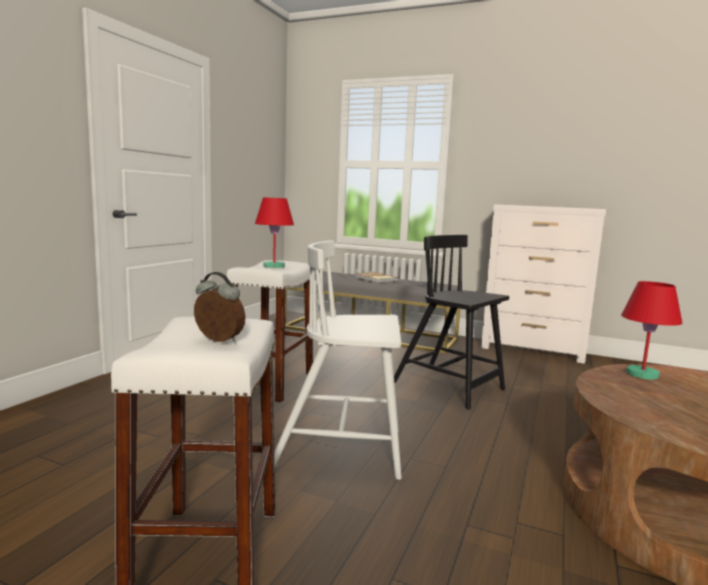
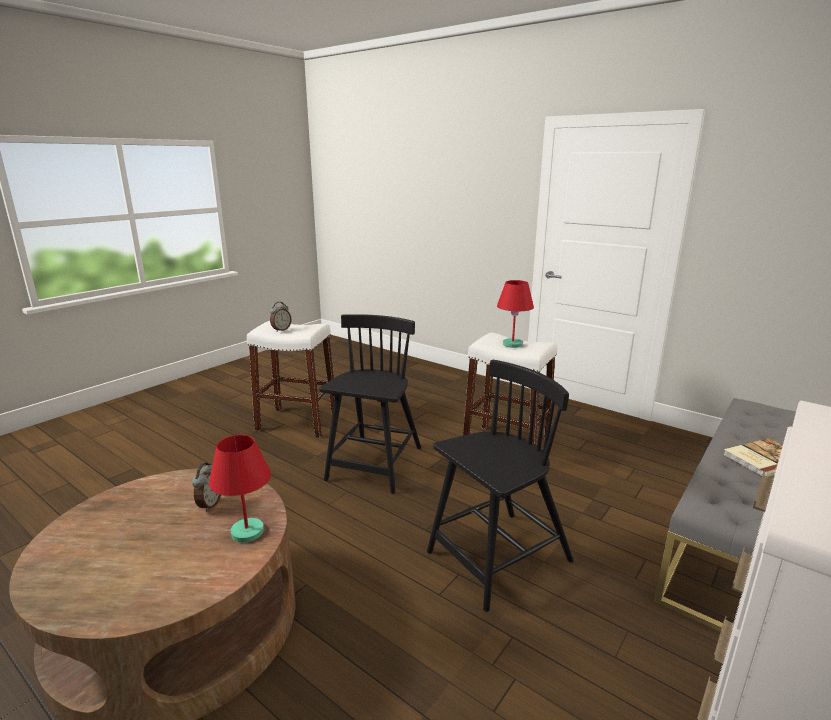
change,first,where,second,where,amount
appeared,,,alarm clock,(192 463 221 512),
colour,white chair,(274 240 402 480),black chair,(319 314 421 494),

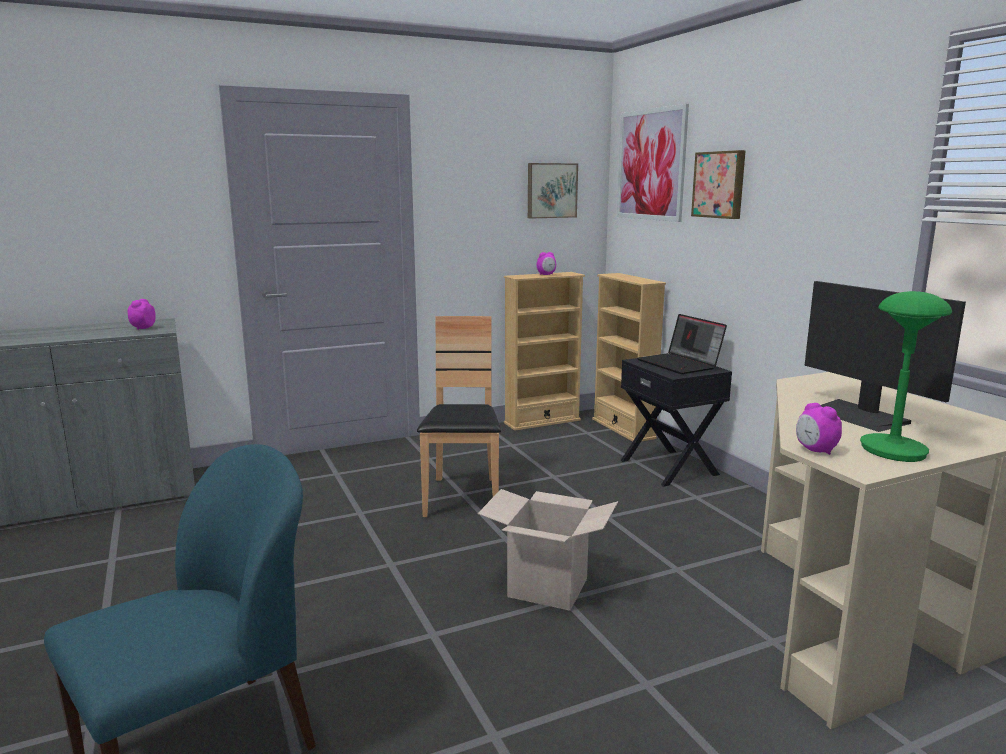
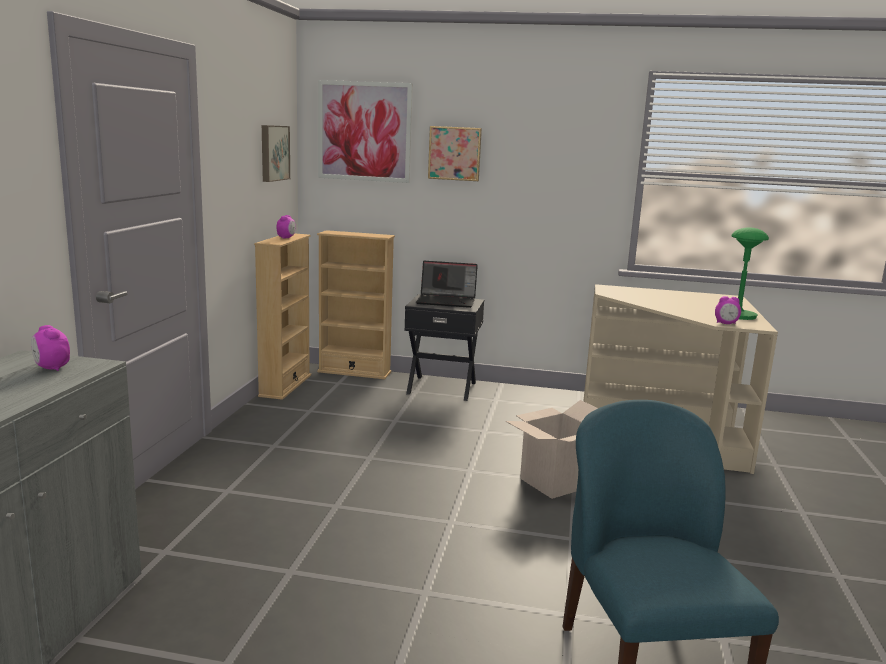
change,first,where,second,where,amount
missing,brown chair,(417 316 501 517),,,
missing,monitor,(804 281 966 432),,,

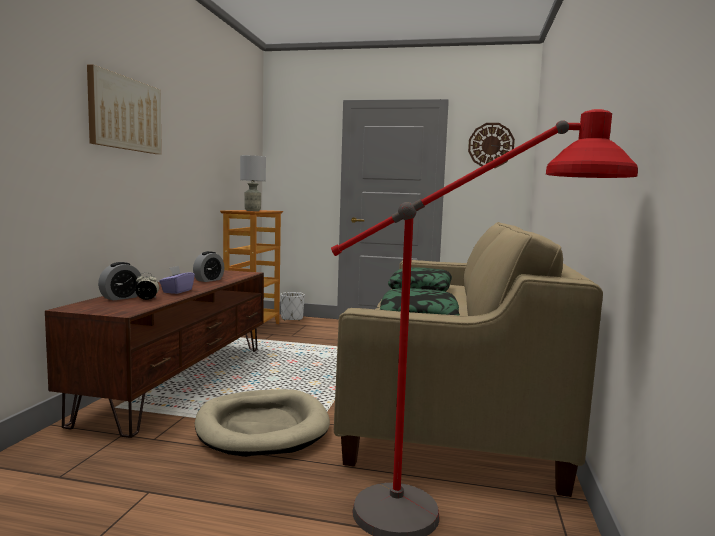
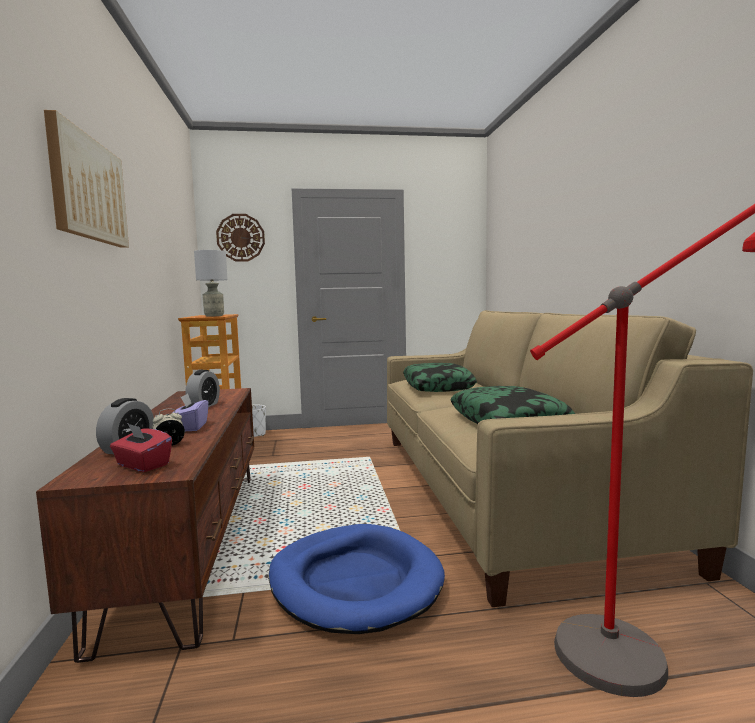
change,first,where,second,where,amount
appeared,,,red tissue box,(110 423 172 472),
relocated,wall clock,(468 123 515 168),,(216 214 265 262),
colour,beige dog bed,(195 389 330 457),blue dog bed,(268 524 445 634),

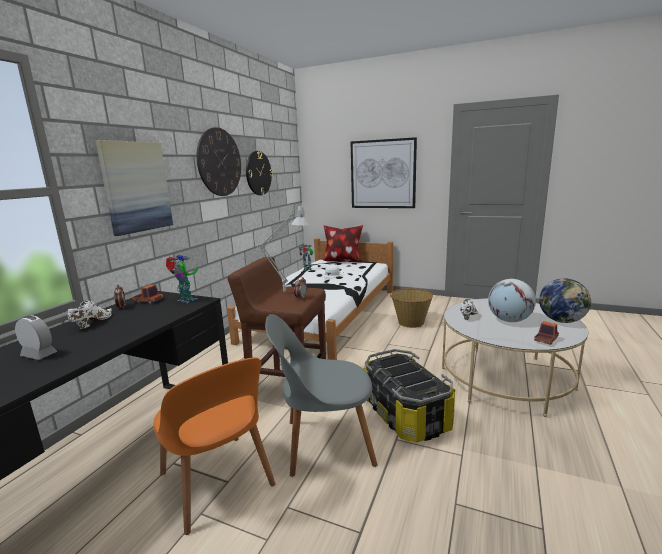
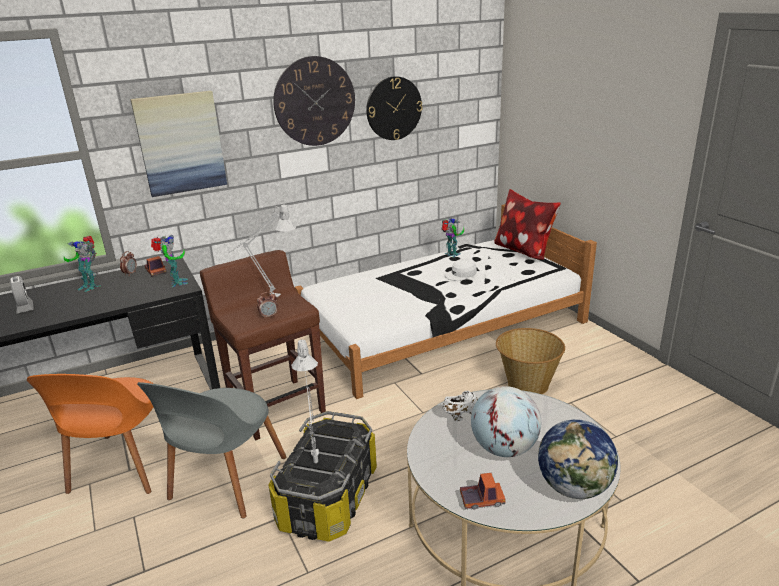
change,first,where,second,where,amount
exchanged,white shoe,(68 300 112 329),toy robot,(64 236 98 292),
spun,grey chair,(265 314 377 477),,(137 382 286 519),105 degrees counterclockwise
appeared,,,grey table lamp,(291 339 319 463),
missing,picture,(351 137 417 208),,,

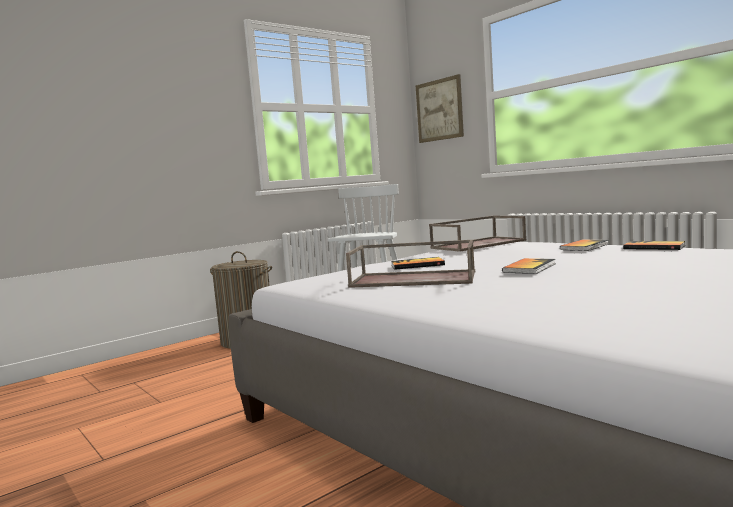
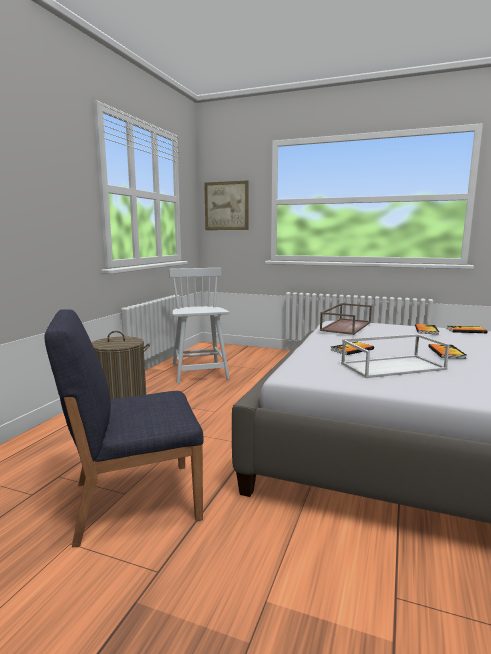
change,first,where,second,where,amount
appeared,,,blue chair,(44 309 204 548),
colour,brown tray,(346 240 475 288),white tray,(341 334 450 378),

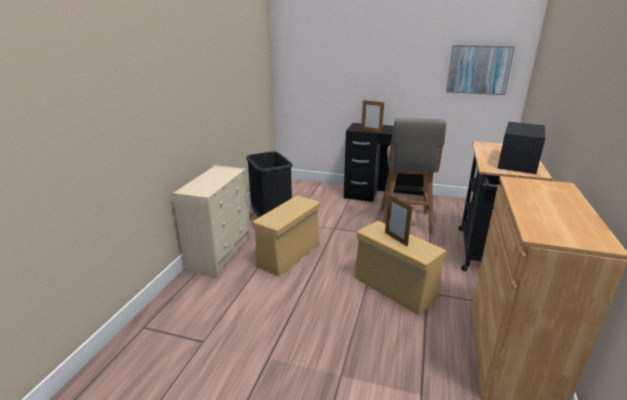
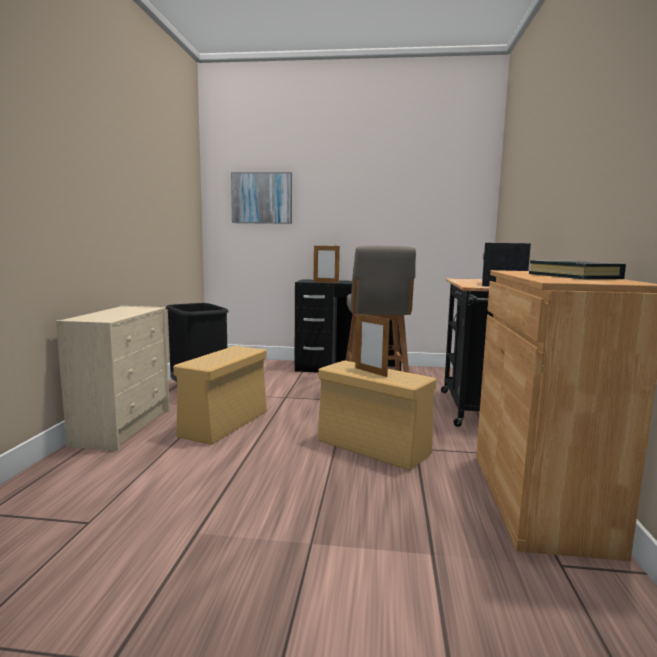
change,first,where,second,where,amount
relocated,picture,(446 45 515 95),,(231 172 292 224),
appeared,,,black book,(529 261 626 279),

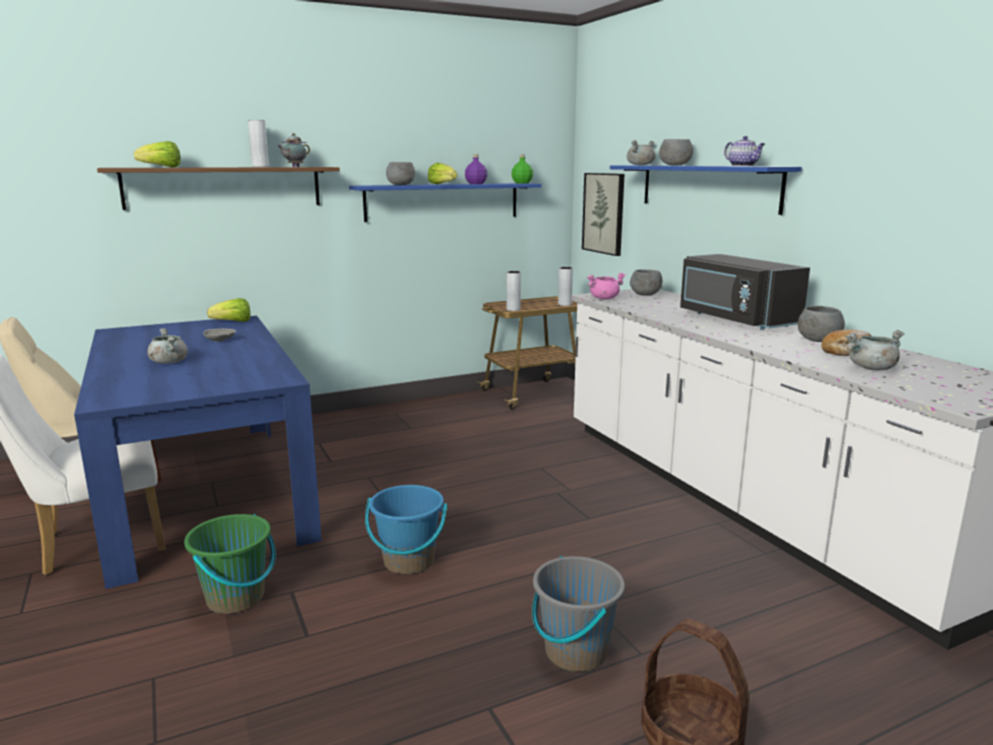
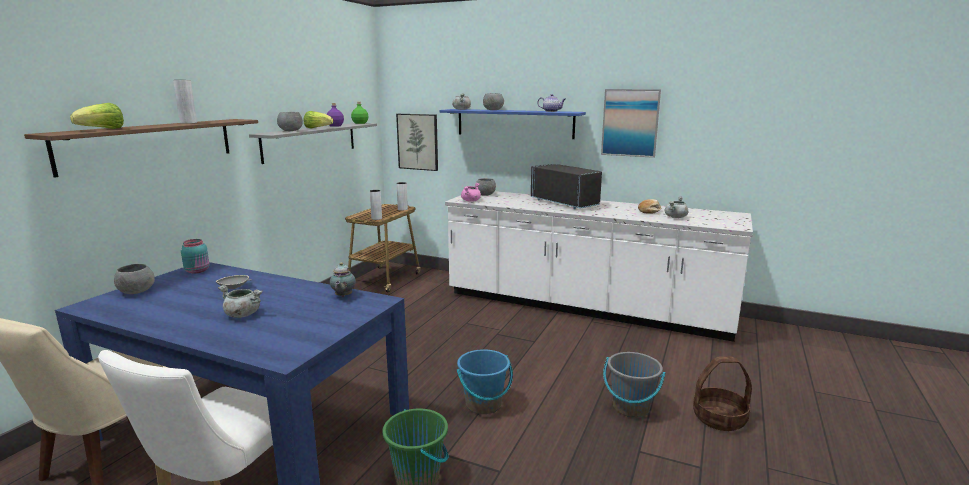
change,first,where,second,where,amount
relocated,grey bowl,(798 306 845 342),,(114 264 155 294),
exchanged,lettuce,(207 298 250 322),turquoise jar,(181 239 209 274),
colour,blue shelf,(349 183 542 222),grey shelf,(249 123 377 164),
relocated,teapot,(277 133 310 167),,(330 262 356 297),
spun,black microwave,(680 254 810 330),,(531 164 602 209),150 degrees counterclockwise
appeared,,,picture,(601 89 661 158),

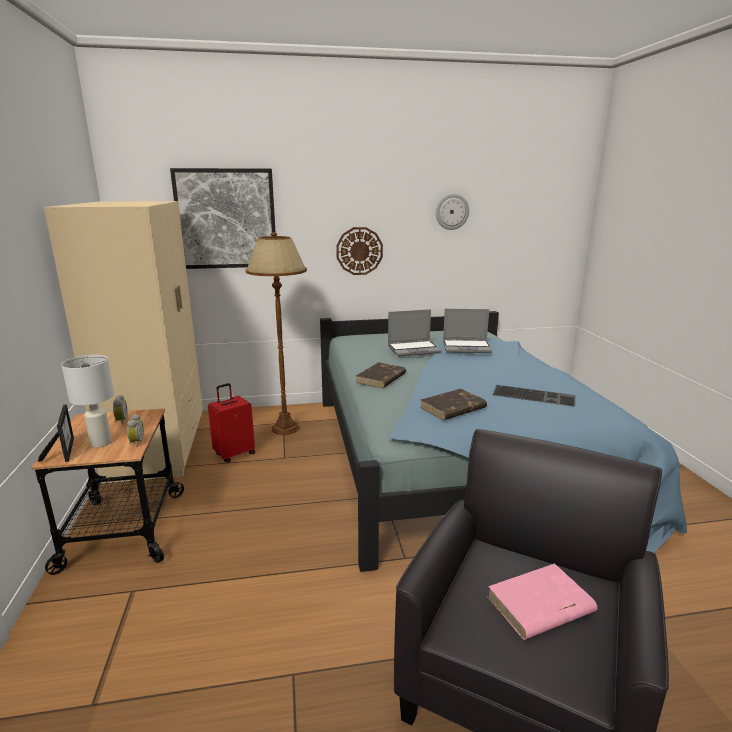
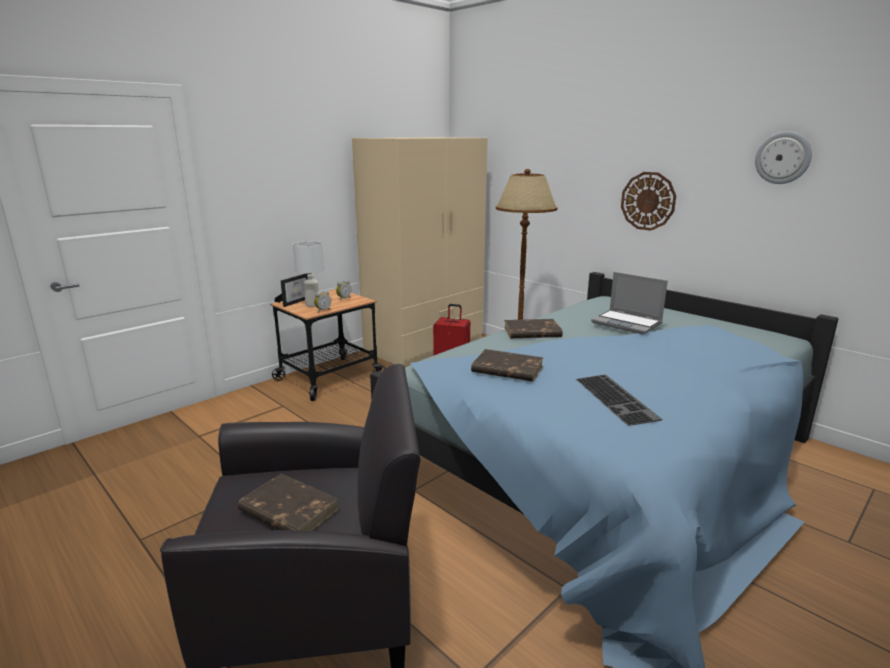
change,first,where,second,where,amount
colour,pink book,(487 563 597 640),brown book,(238 473 339 531),
missing,picture,(170 168 275 269),,,
missing,laptop,(443 309 492 353),,,

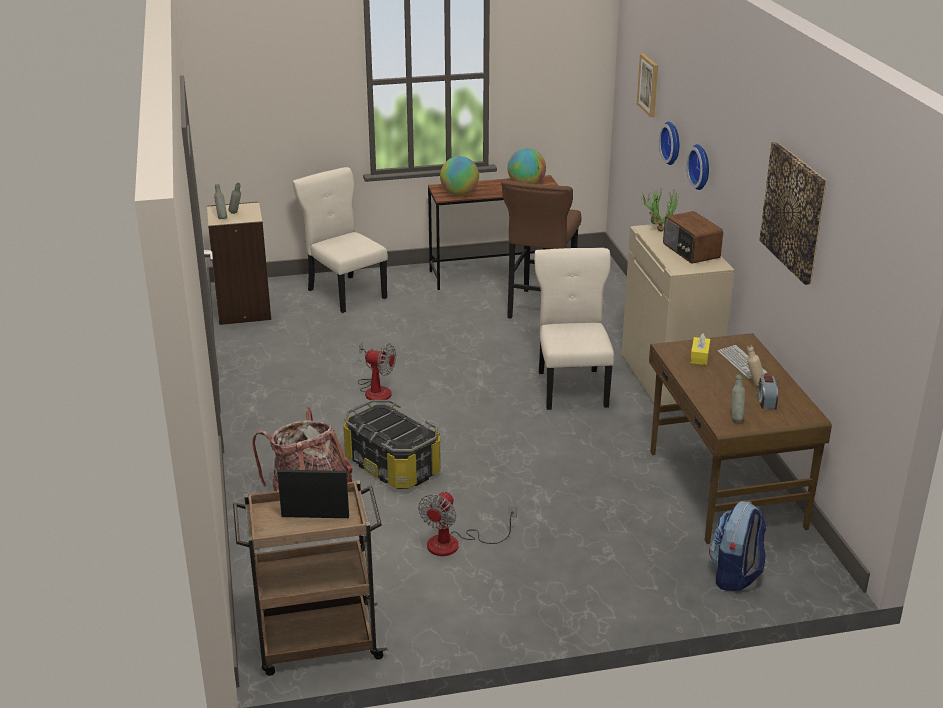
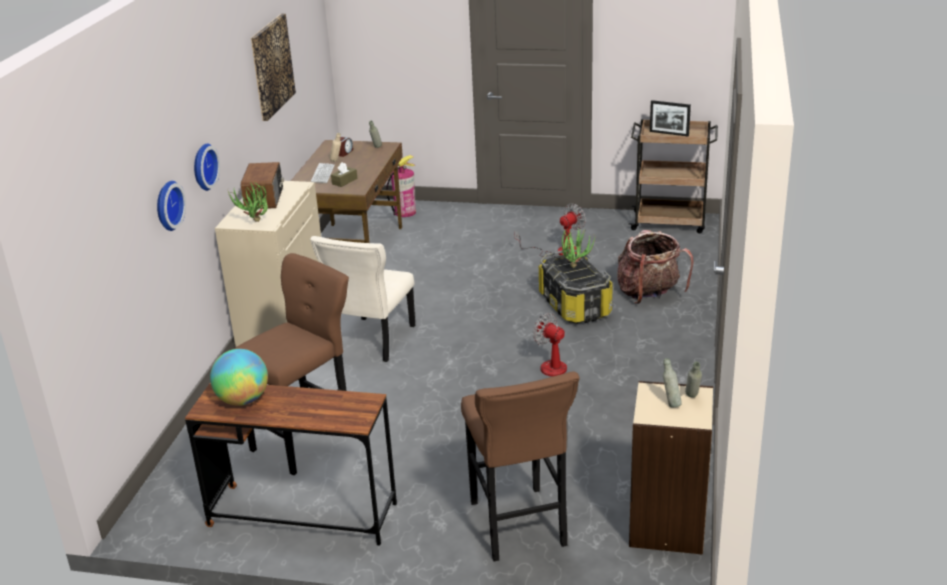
change,first,where,second,where,amount
colour,yellow tissue box,(690 333 710 365),brown tissue box,(331 162 357 187),
exchanged,backpack,(709 501 767 591),fire extinguisher,(386 155 416 217),
exchanged,beige chair,(293 167 388 313),brown stool,(461 371 580 561),
appeared,,,potted plant,(562 229 595 268),
missing,globe,(440 156 479 196),,,
missing,picture,(637 54 658 117),,,

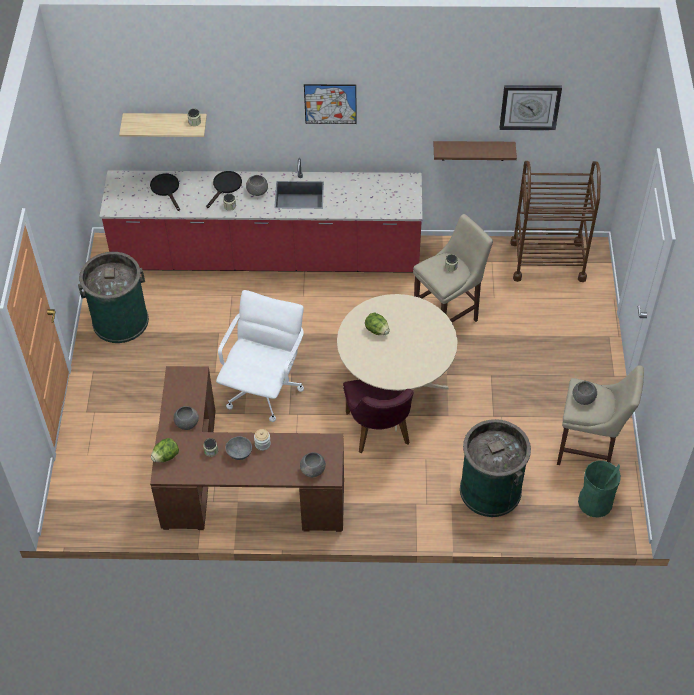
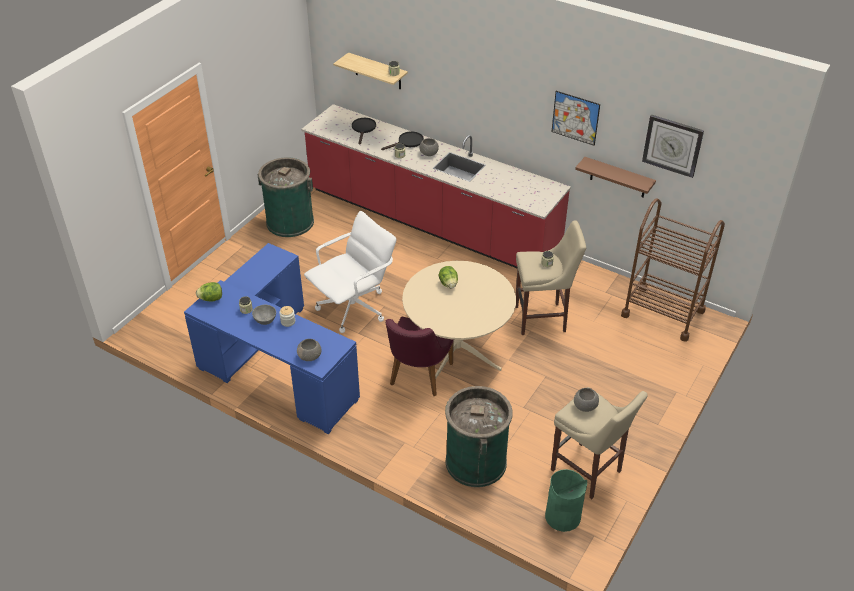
change,first,where,second,where,amount
colour,brown desk,(150 366 344 532),blue desk,(184 243 360 434),
relocated,picture,(304 84 356 124),,(552 91 600 146),
missing,grey bowl,(173 406 199 430),,,

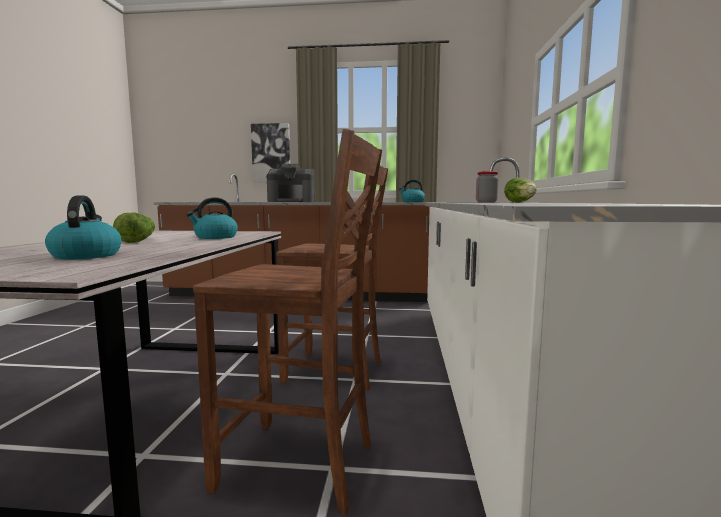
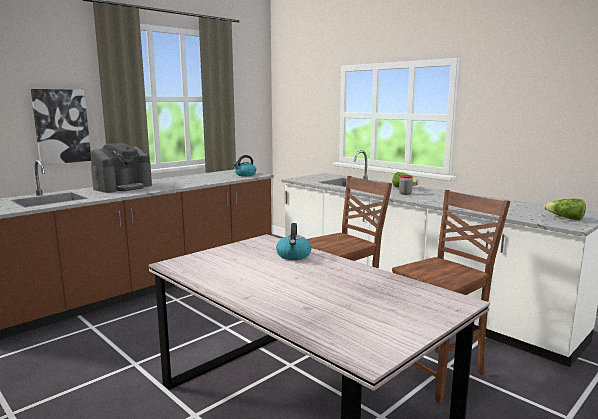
change,first,where,second,where,amount
relocated,lettuce,(113 213 155 243),,(544 199 586 220),
missing,kettle,(45 195 122 259),,,

